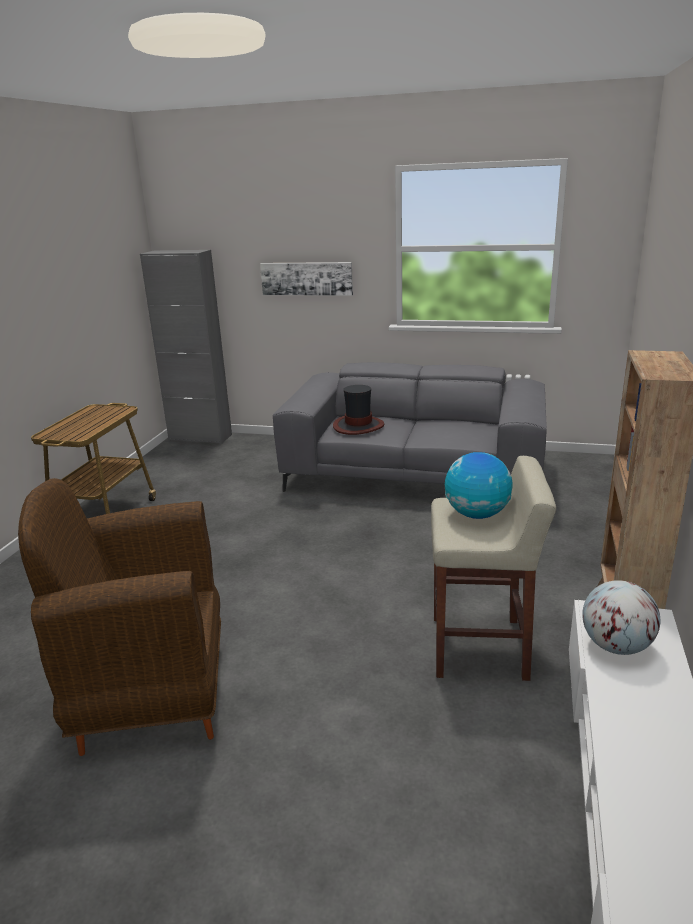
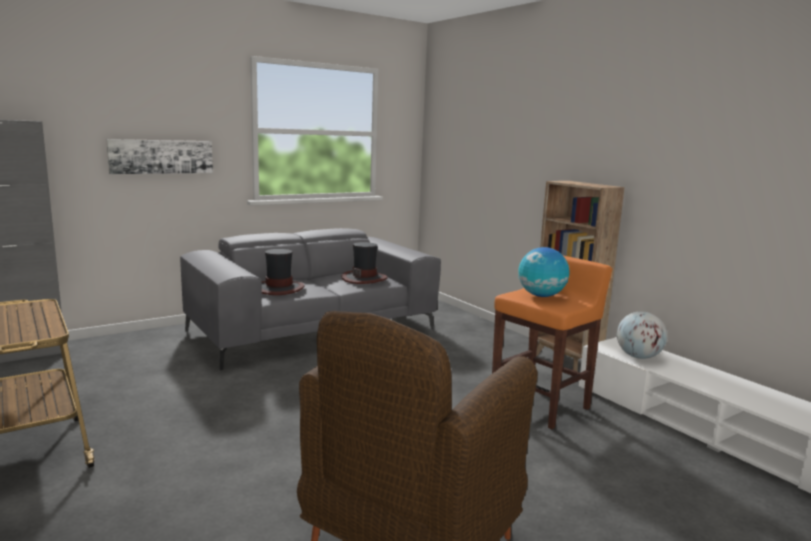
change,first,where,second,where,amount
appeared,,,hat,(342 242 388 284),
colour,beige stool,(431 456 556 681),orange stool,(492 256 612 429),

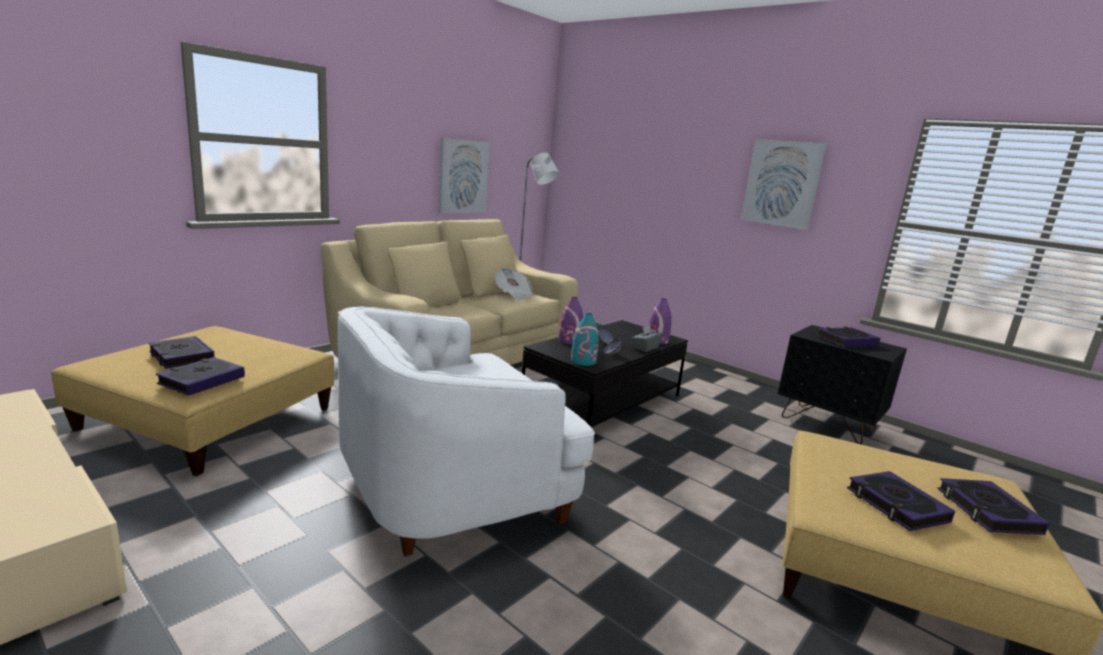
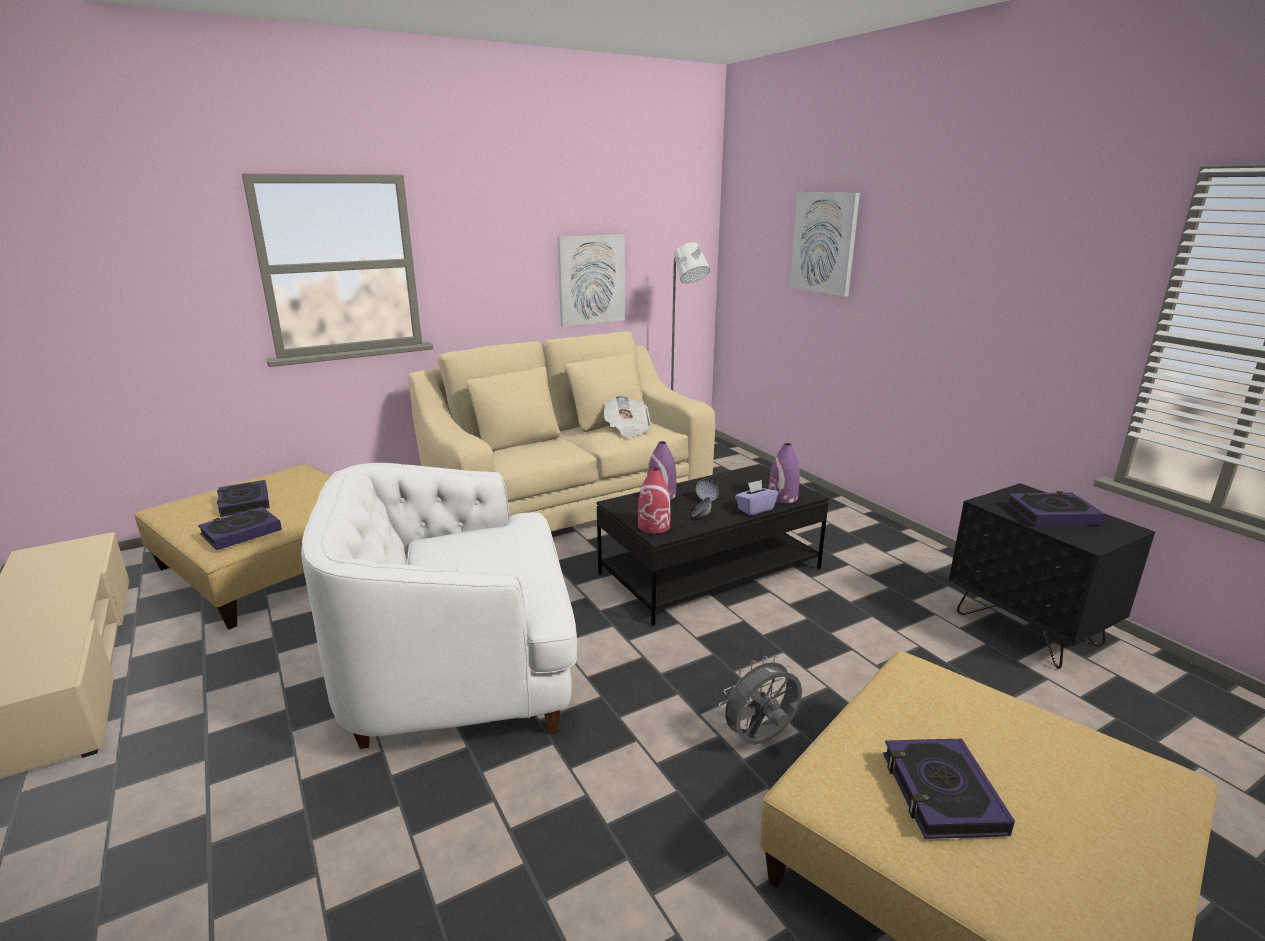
change,first,where,second,where,amount
colour,turquoise vase,(571 313 599 366),red vase,(638 468 671 534),
appeared,,,grey fan,(718 656 802 745),
colour,grey tissue box,(632 326 663 352),purple tissue box,(735 480 778 515),
relocated,picture,(741 139 827 230),,(790 192 860 297),
missing,book,(937 478 1050 535),,,

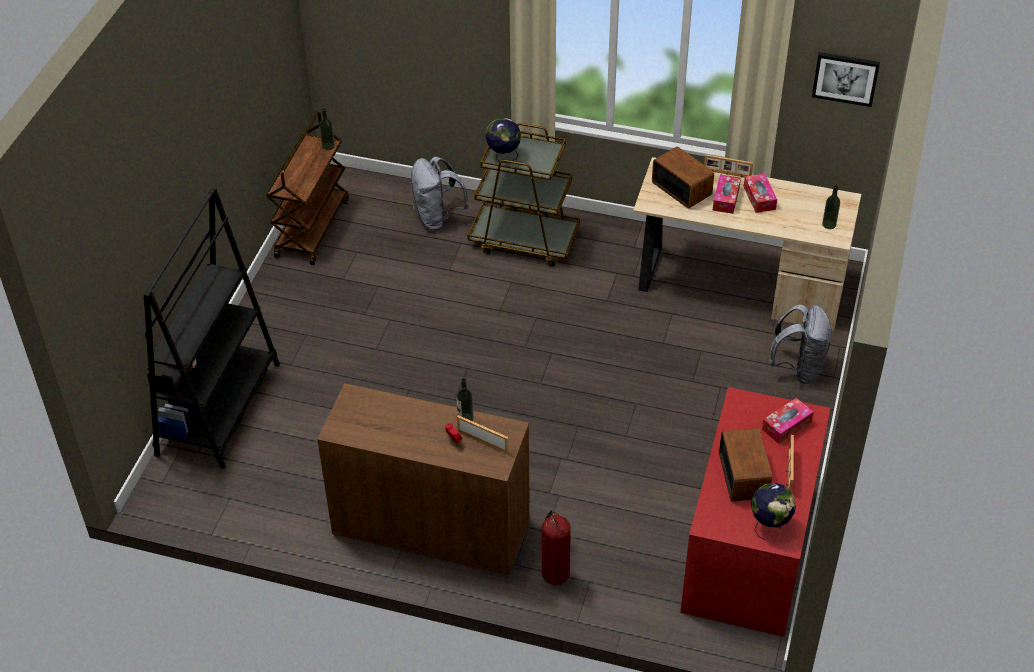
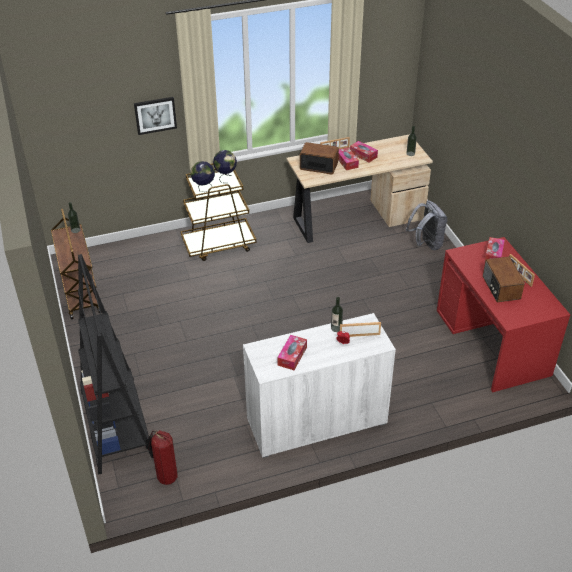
change,first,where,second,where,amount
relocated,picture,(812 52 880 107),,(134 97 177 135),
relocated,fire extinguisher,(542 510 571 585),,(146 430 178 485),
relocated,globe,(751 483 796 540),,(213 150 237 183),
colour,brown cabinet,(317 383 530 576),white cabinet,(243 313 396 458),
appeared,,,tissue box,(277 335 307 370),
spun,radio,(719 428 772 501),,(483 257 525 302),150 degrees counterclockwise
missing,grey backpack,(411 157 469 230),,,

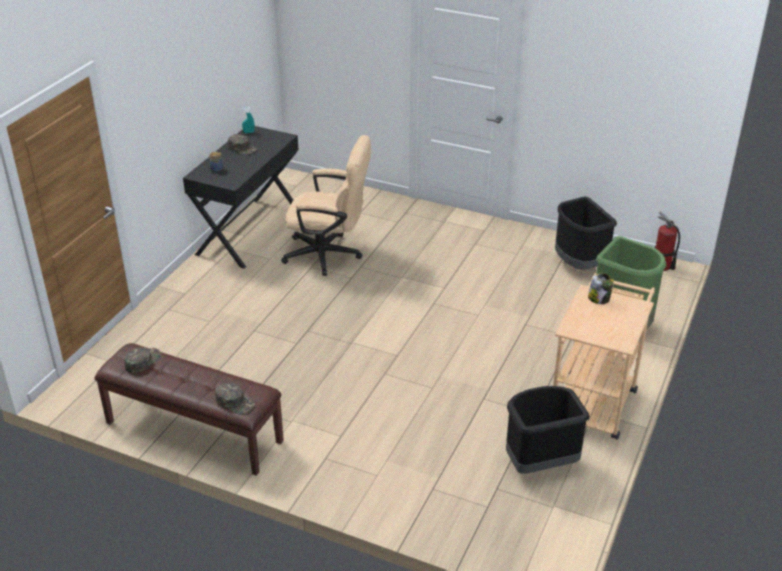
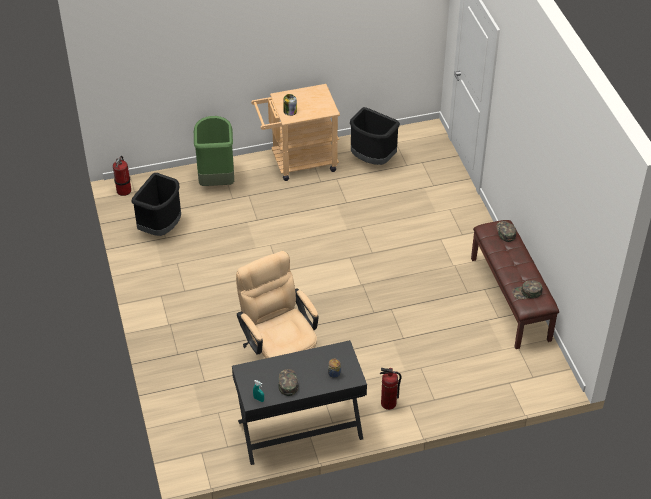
change,first,where,second,where,amount
appeared,,,fire extinguisher,(380 368 401 410),

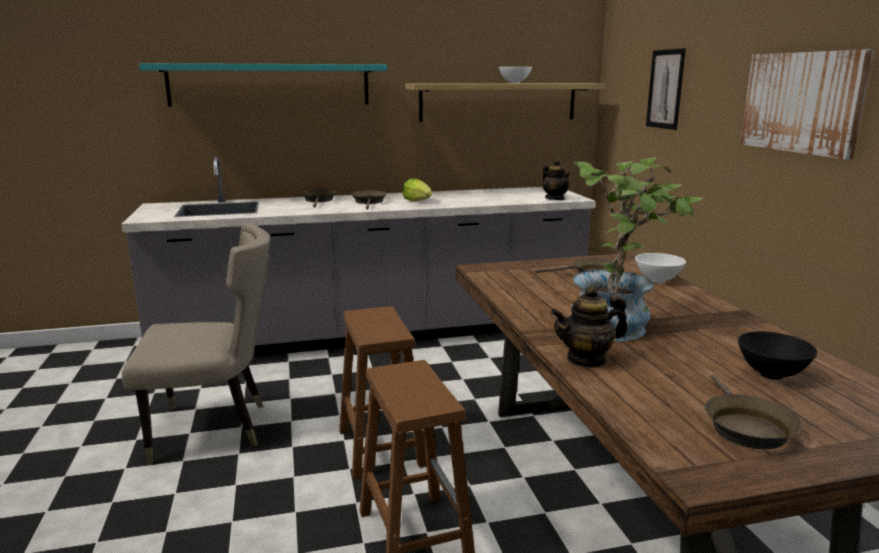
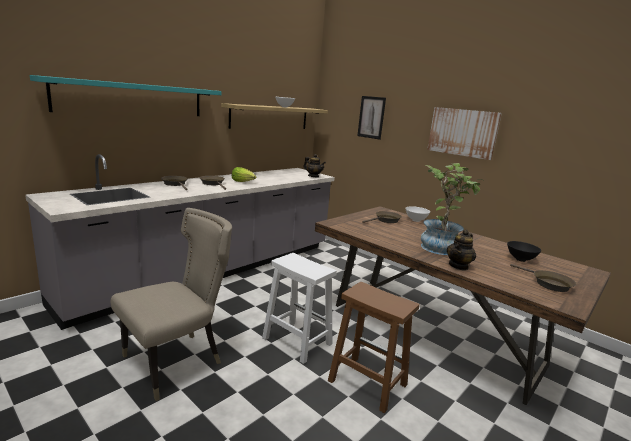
change,first,where,second,where,amount
colour,brown stool,(339 306 426 479),white stool,(262 253 337 364),

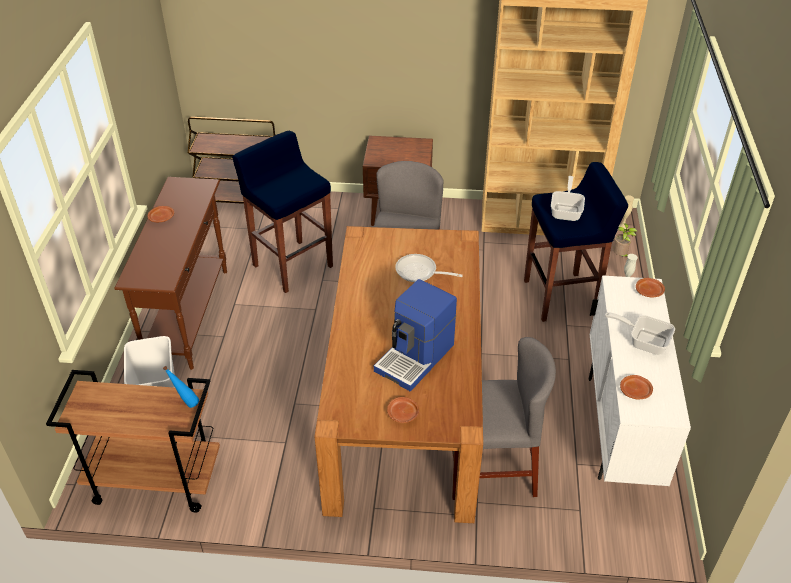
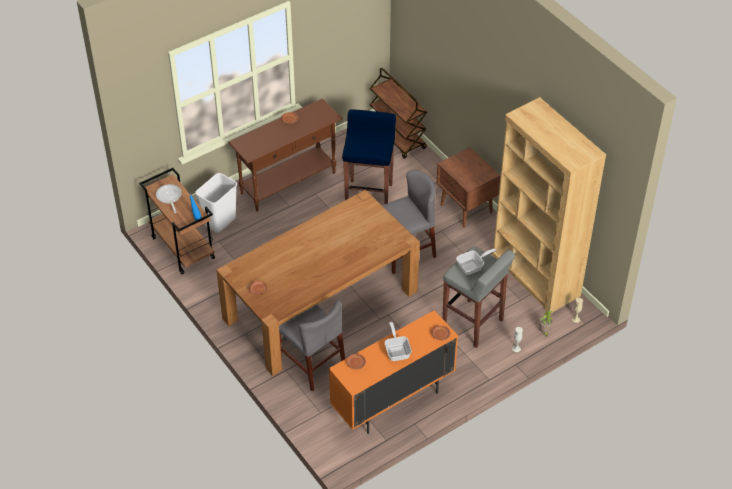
change,first,where,second,where,amount
relocated,frying pan,(395 254 463 282),,(156 184 182 213),
colour,white cabinet,(588 275 691 486),orange cabinet,(329 310 458 434),
colour,blue stool,(524 162 628 322),grey stool,(442 246 515 348),
missing,coffee machine,(374 279 457 392),,,

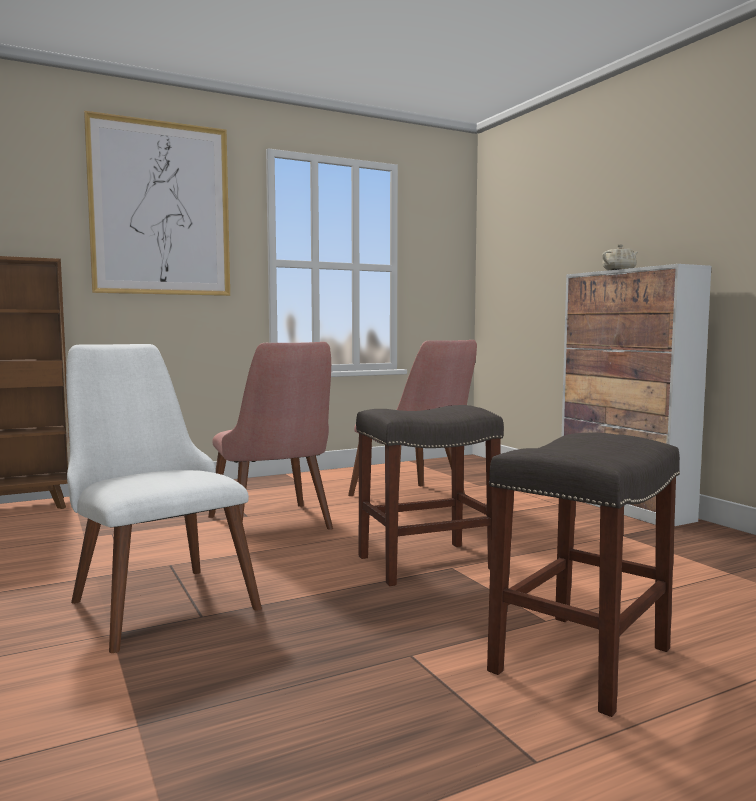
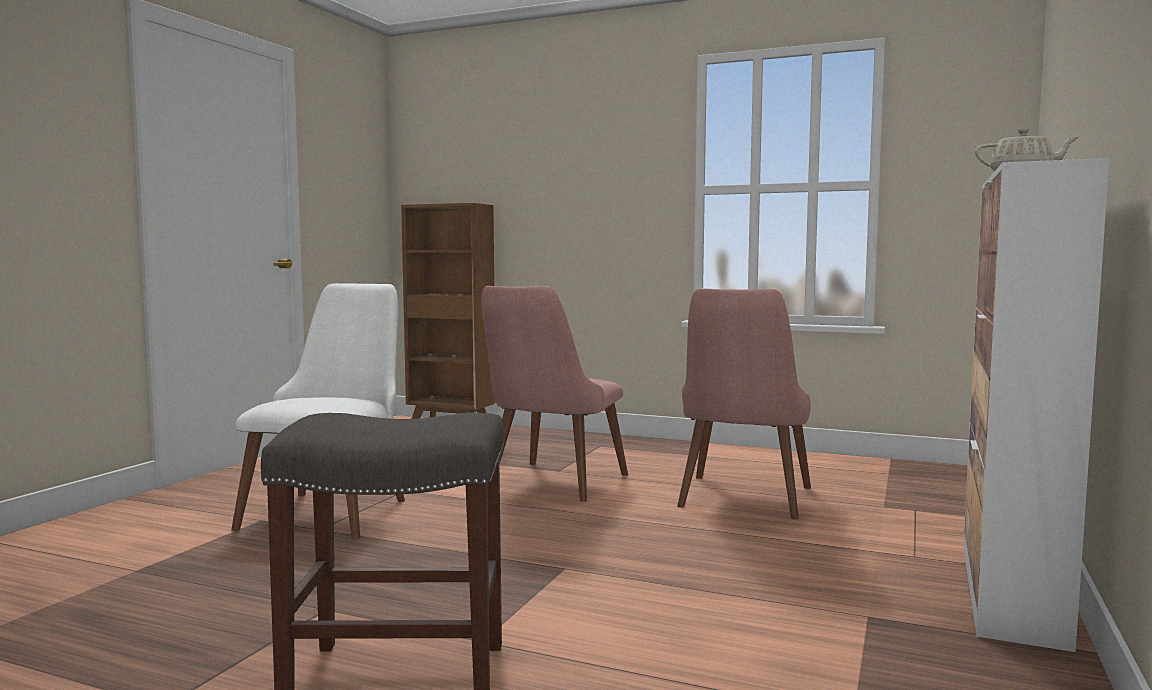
change,first,where,second,where,amount
missing,picture,(84 111 230 296),,,
missing,grey stool,(356 405 504 586),,,

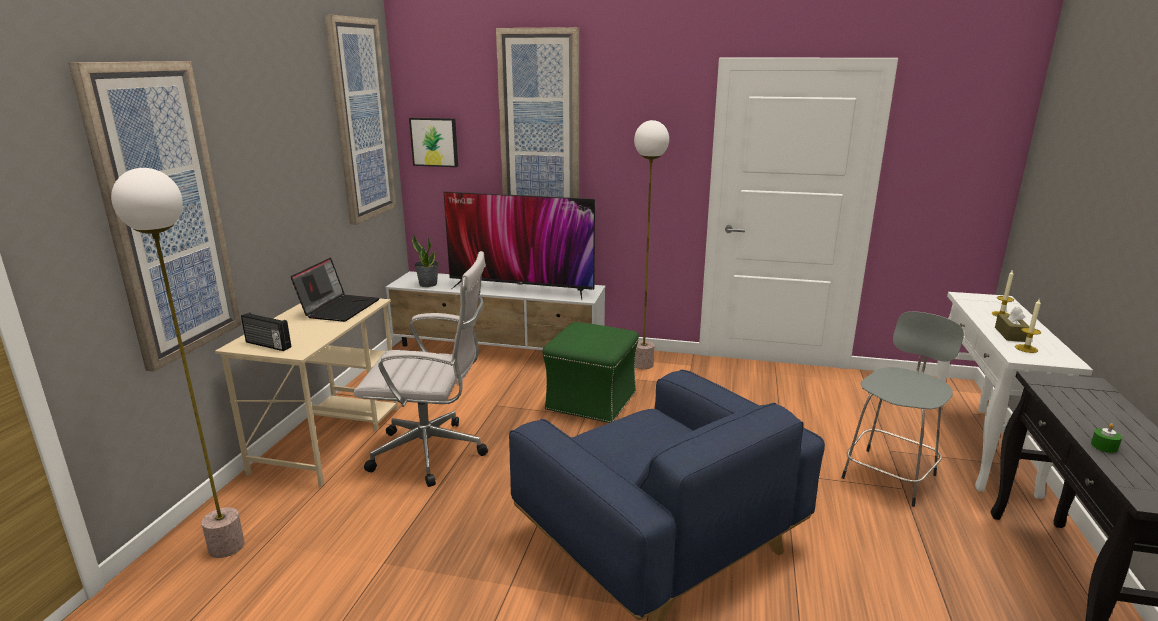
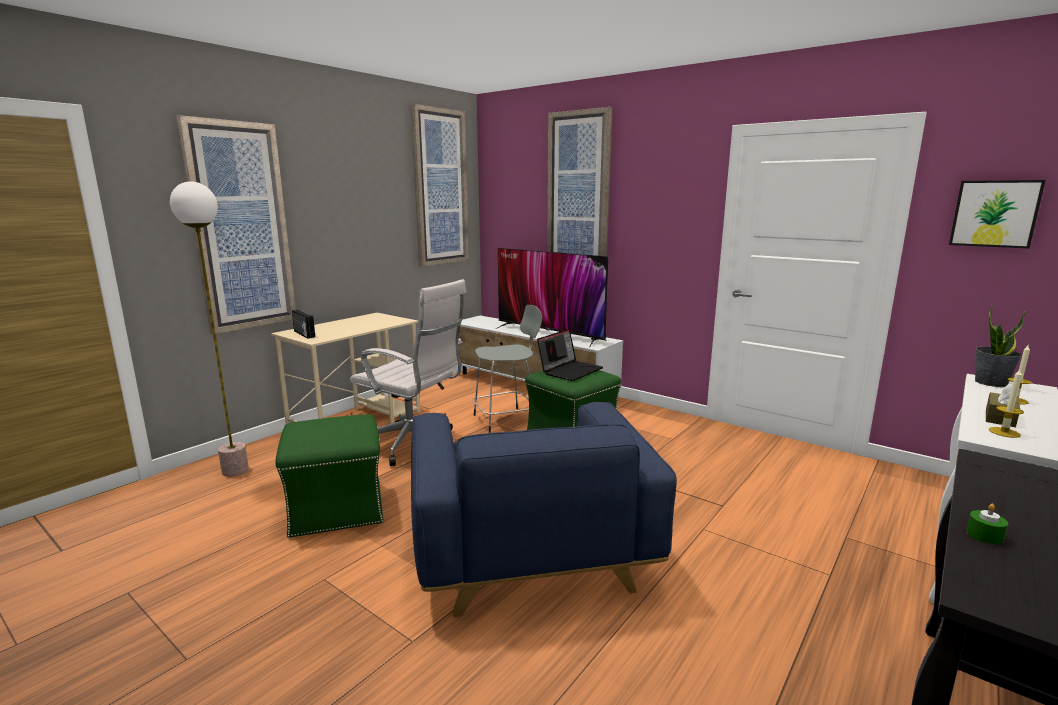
change,first,where,second,where,amount
appeared,,,green ottoman,(275 414 383 538),
relocated,grey stool,(842 311 964 507),,(473 305 542 433),
relocated,laptop,(291 258 379 322),,(537 329 603 381),
relocated,picture,(409 118 458 167),,(949 180 1046 248),
relocated,potted plant,(412 234 439 287),,(975 305 1026 387),
missing,floor lamp,(634 120 669 369),,,

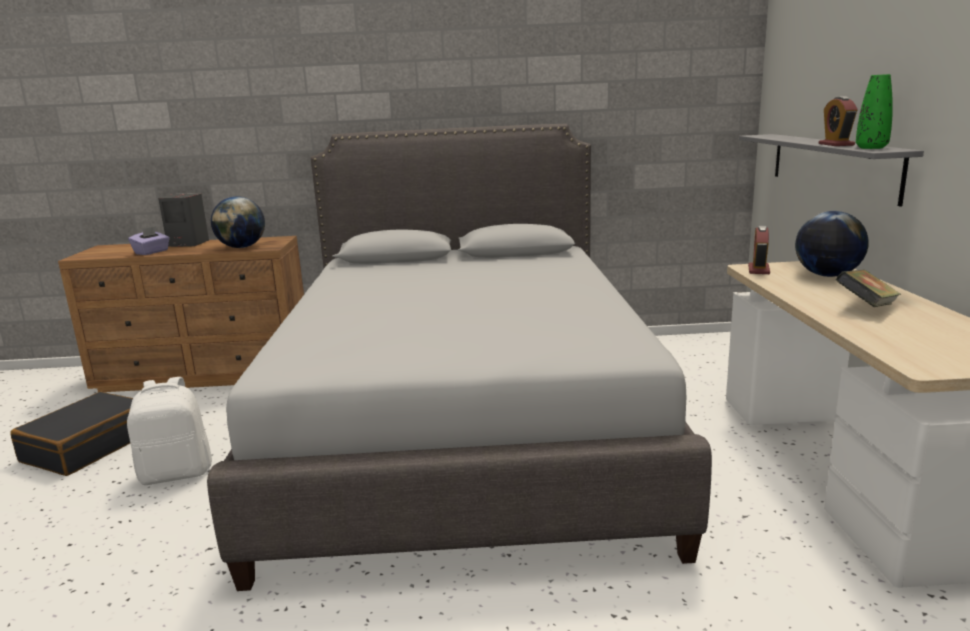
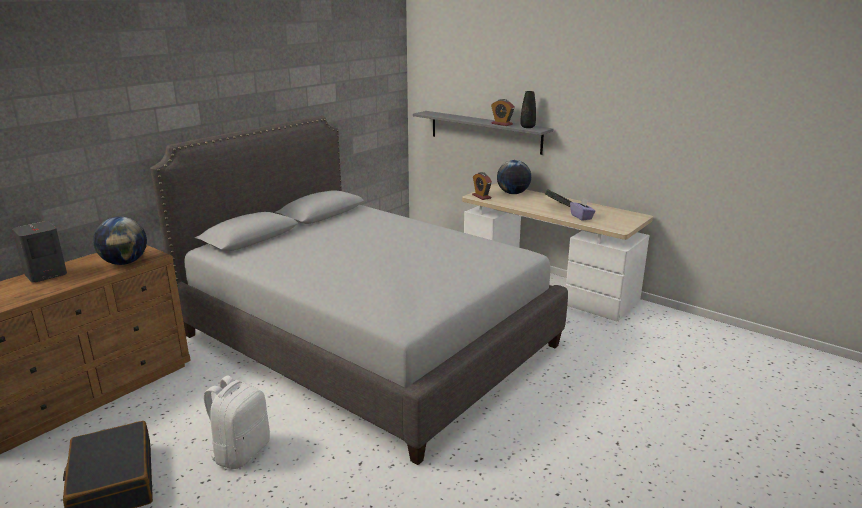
change,first,where,second,where,amount
colour,green vase,(856 74 893 149),black vase,(520 91 536 128),
relocated,purple tissue box,(128 226 170 255),,(570 198 595 221),

